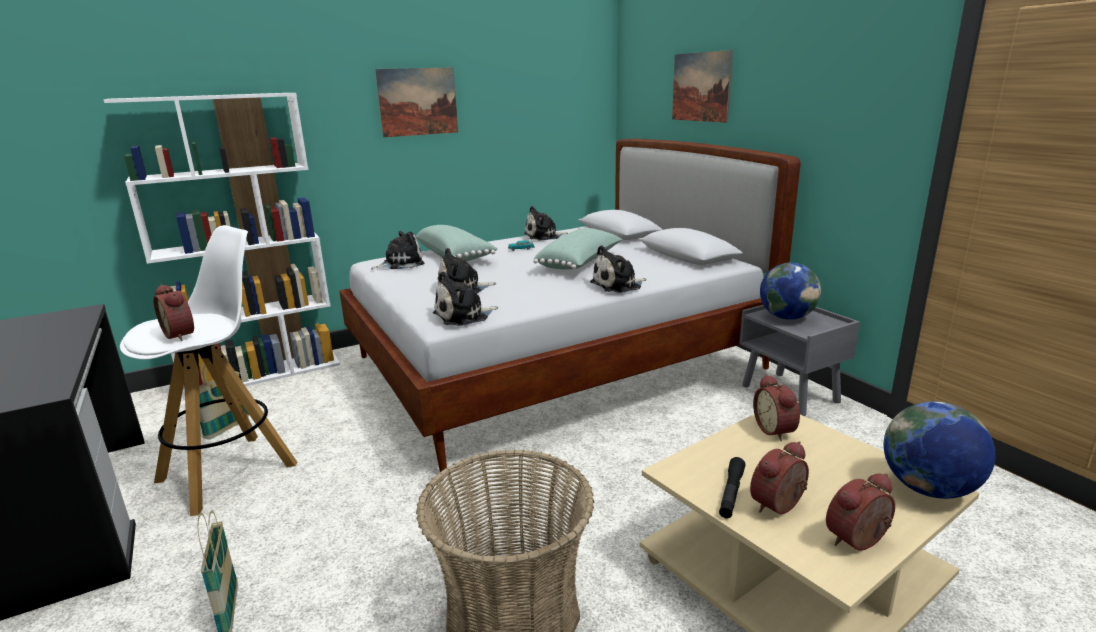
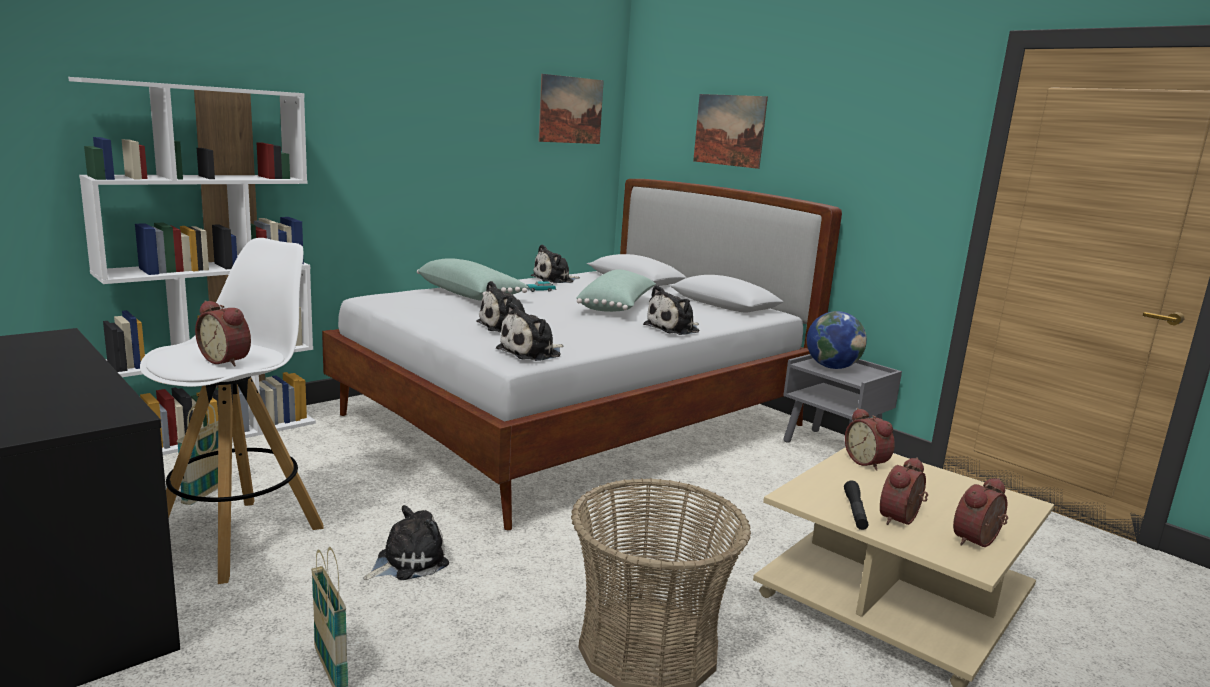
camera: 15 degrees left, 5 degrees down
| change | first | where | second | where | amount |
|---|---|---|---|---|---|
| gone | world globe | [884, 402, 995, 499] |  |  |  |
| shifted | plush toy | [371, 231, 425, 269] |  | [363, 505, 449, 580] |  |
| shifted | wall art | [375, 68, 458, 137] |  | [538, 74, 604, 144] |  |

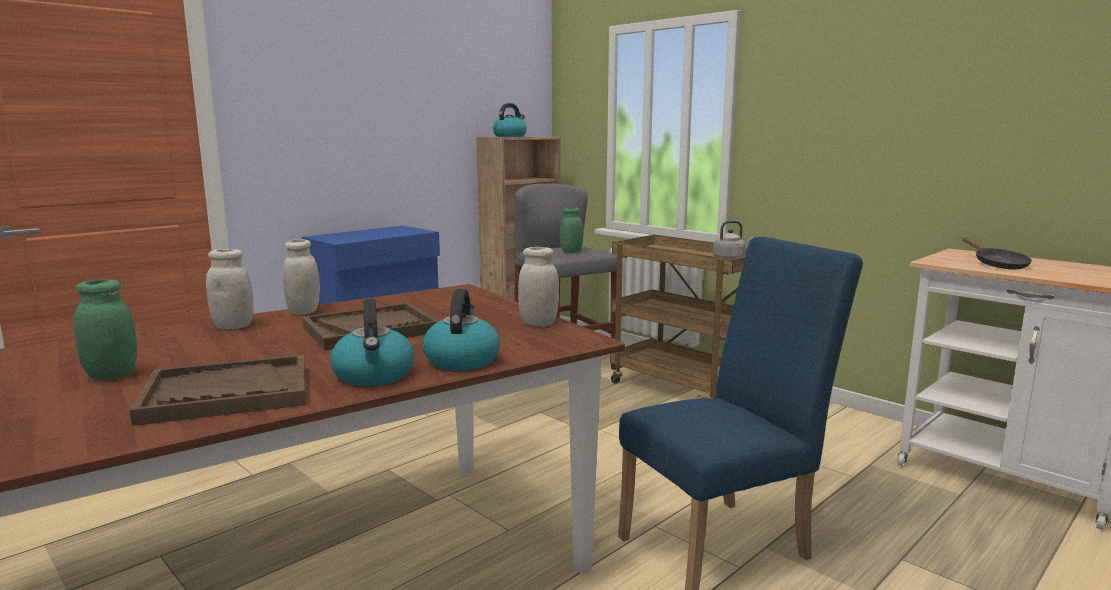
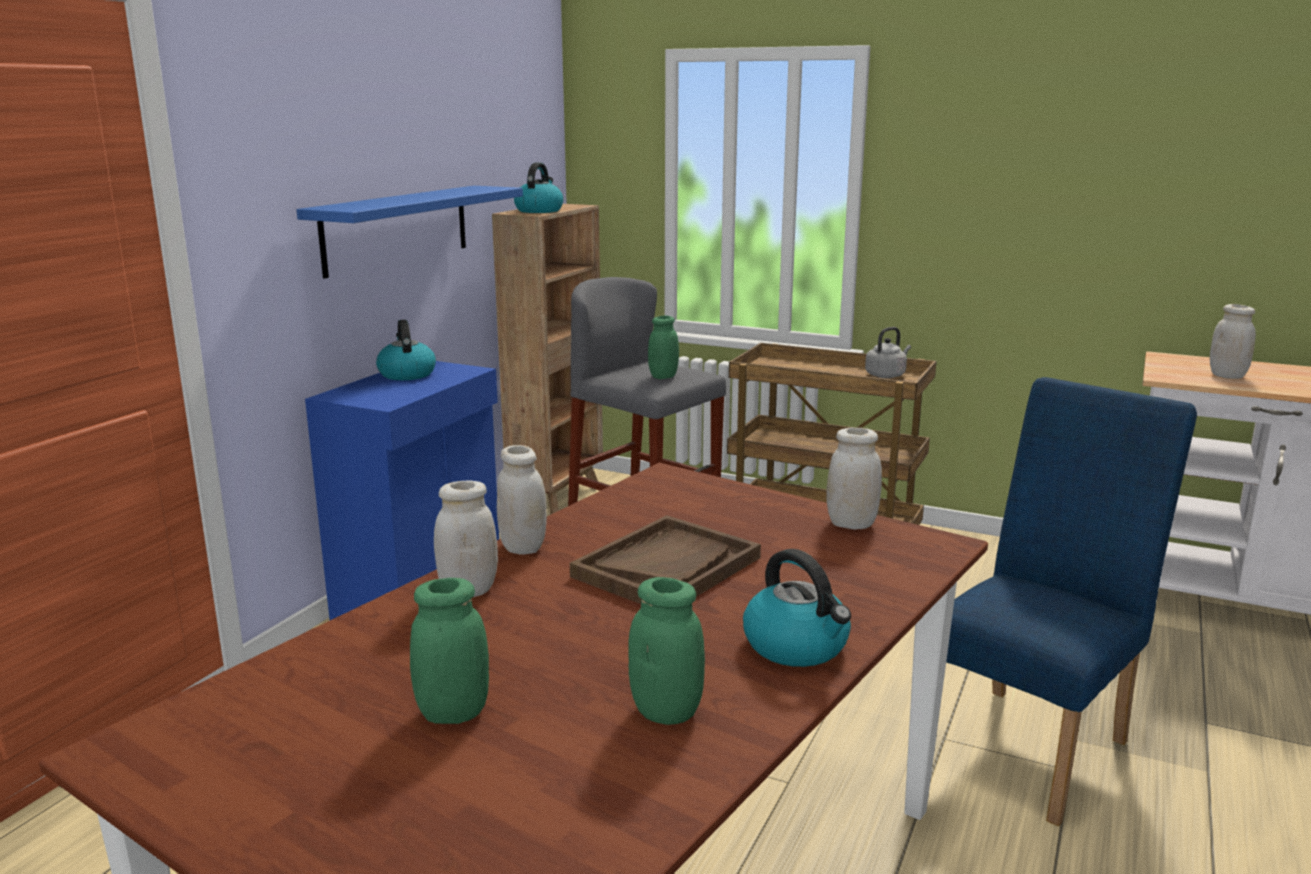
camera: 20 degrees left, 5 degrees up
| change | first | where | second | where | amount |
|---|---|---|---|---|---|
| new |  |  | shelf in bluish | [297, 186, 523, 279] |  |
| shifted | water kettle | [422, 289, 500, 371] |  | [376, 320, 436, 380] |  |
| swapped | tray in brown | [130, 355, 306, 426] | storage jar in green-coloured | [629, 577, 705, 725] |  |
| swapped | frying pan in blackish | [963, 237, 1032, 269] | storage jar in white-coloured | [1210, 304, 1256, 379] |  |

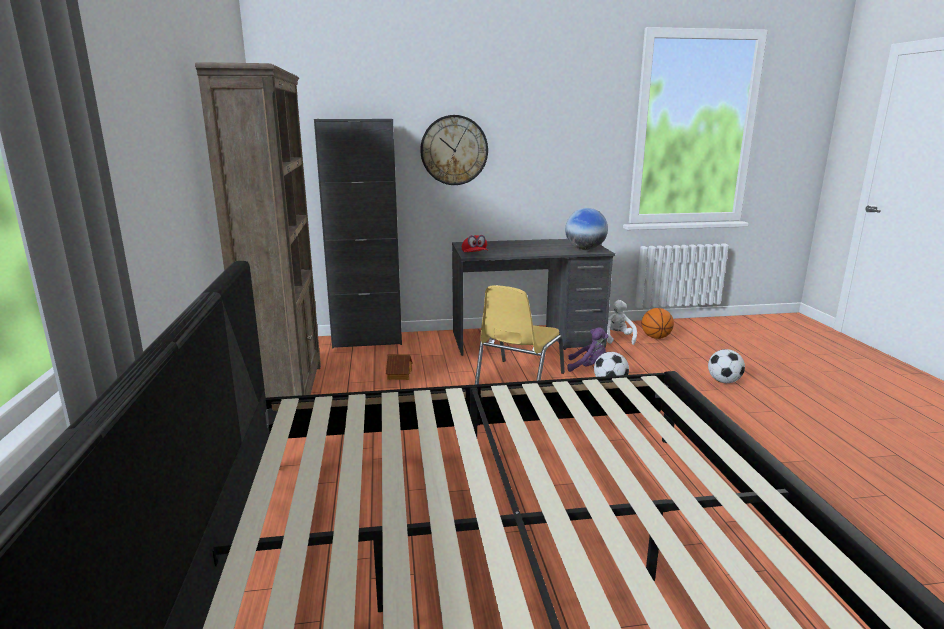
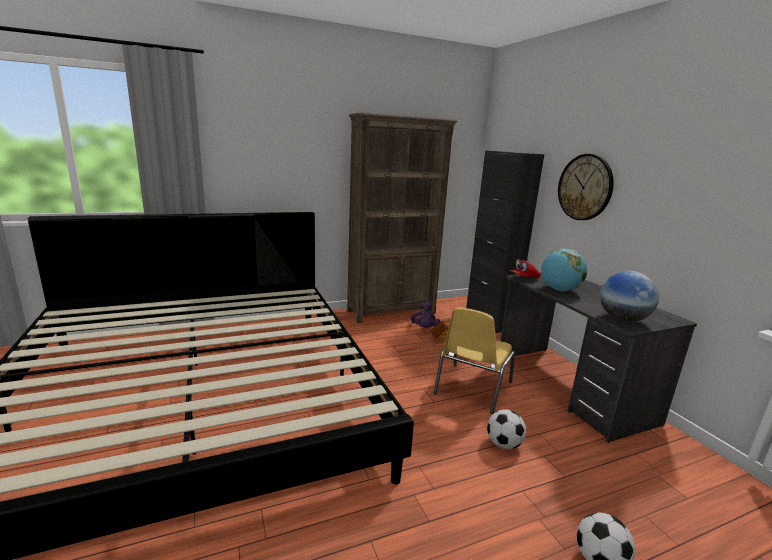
camera: 75 degrees right, 0 degrees up
| change | first | where | second | where | amount |
|---|---|---|---|---|---|
| gone | plush toy in white-coloured | [607, 300, 637, 345] |  |  |  |
| gone | basketball | [642, 308, 674, 339] |  |  |  |
| new |  |  | world globe | [541, 248, 587, 291] |  |
| shifted | plush toy in purple | [567, 327, 609, 372] |  | [411, 301, 440, 328] |  |
| rotated | plain chair in yellow | [475, 285, 565, 384] |  | [434, 307, 515, 414] | 75 degrees counterclockwise |

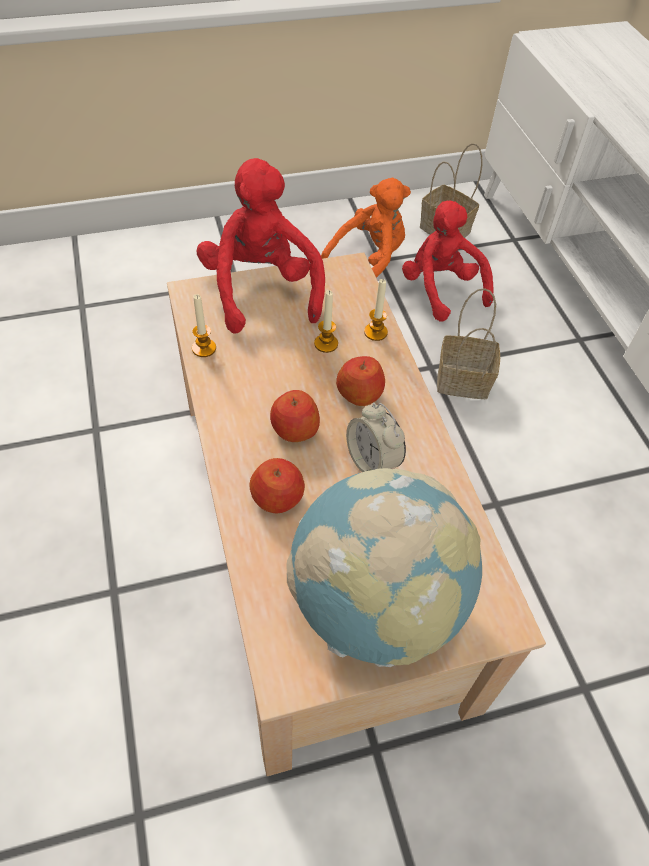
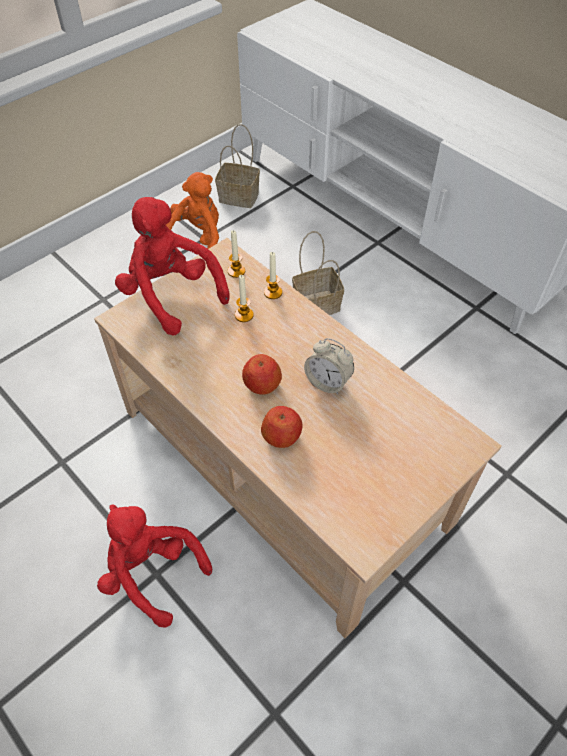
camera: 25 degrees left, 0 degrees up
| change | first | where | second | where | amount |
|---|---|---|---|---|---|
| gone | world globe | [286, 468, 482, 667] |  |  |  |
| gone | apple | [336, 356, 385, 406] |  |  |  |
| shifted | candle | [192, 294, 216, 357] |  | [228, 230, 245, 278] |  |
| shifted | plush toy in reddish | [402, 200, 493, 322] |  | [97, 505, 212, 627] |  |

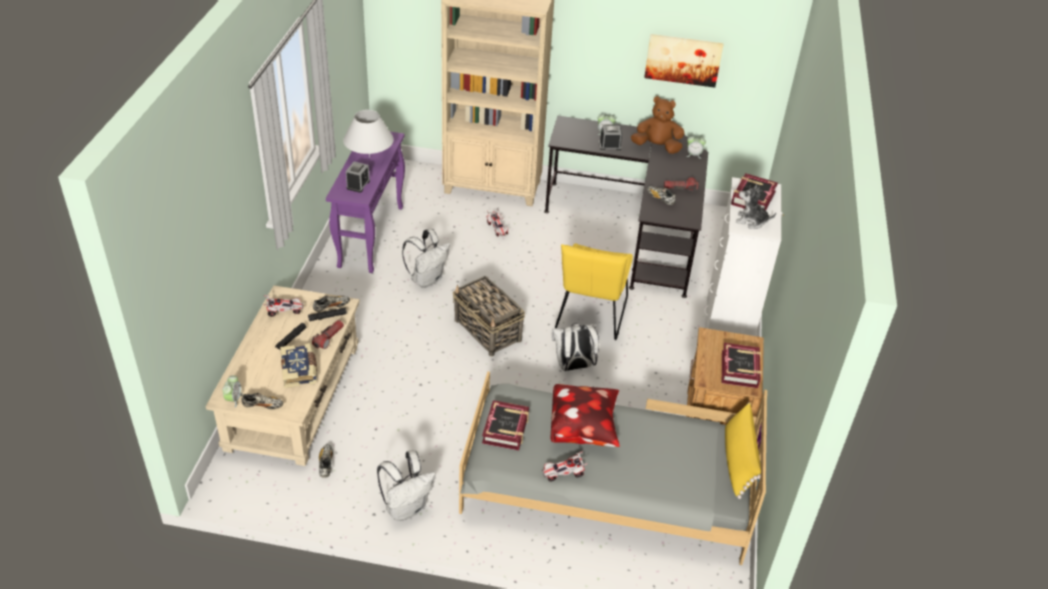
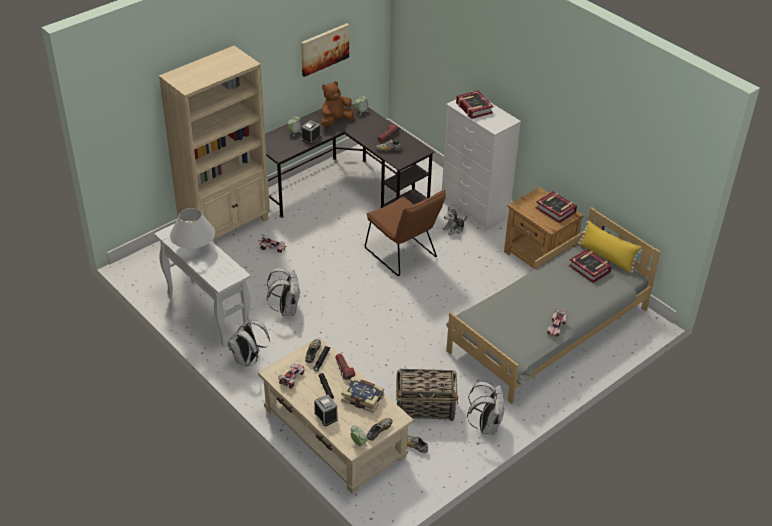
camera: 50 degrees left, 0 degrees up
| change | first | where | second | where | amount |
|---|---|---|---|---|---|
| gone | cushion | [551, 384, 620, 447] |  |  |  |
| shifted | alarm clock | [346, 162, 370, 193] |  | [314, 395, 338, 426] |  |
| shifted | storage basket | [453, 276, 525, 356] |  | [396, 369, 458, 421] |  |
| shifted | bound book | [482, 400, 529, 450] |  | [569, 249, 612, 283] |  |
| shifted | knapsack in white-coloured | [552, 323, 599, 371] |  | [227, 318, 270, 366] |  |
| shifted | plush toy | [736, 184, 776, 229] |  | [443, 207, 467, 236] |  |
| repainted | console table in purple | [326, 132, 405, 273] | console table in white-coloured | [154, 221, 251, 347] |  |
| repainted | plain chair in yellow | [555, 243, 633, 340] | plain chair in brown | [365, 190, 446, 276] |  |

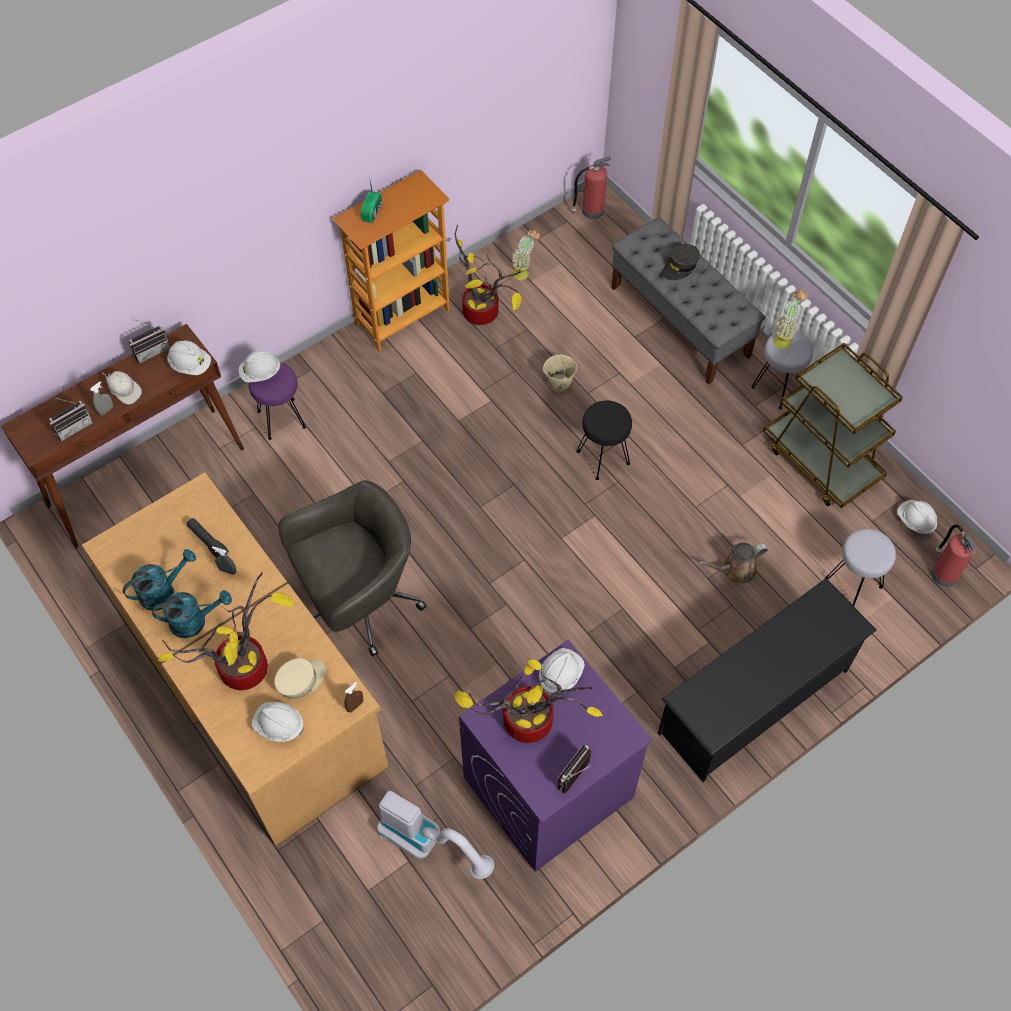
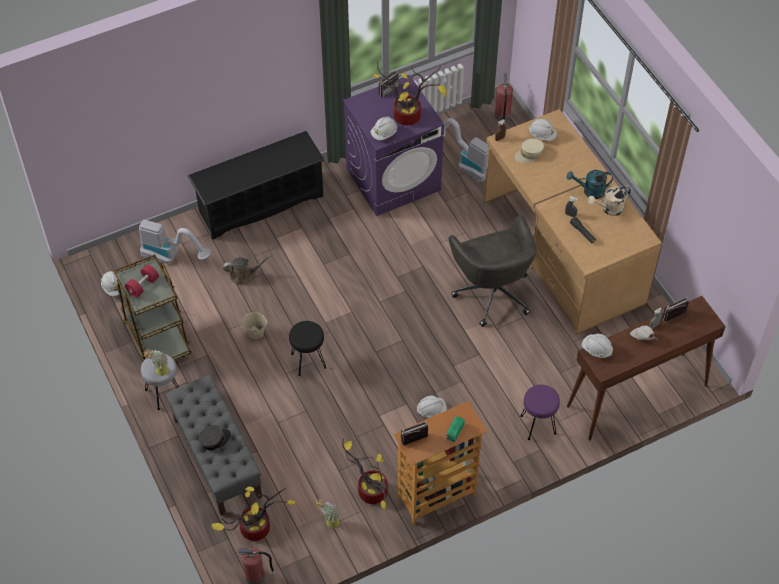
camera: 170 degrees left, 5 degrees down
| change | first | where | second | where | amount |
|---|---|---|---|---|---|
| new |  |  | hand weight in reddish | [125, 264, 159, 298] |  |
| shifted | radio set | [129, 319, 170, 364] |  | [400, 421, 428, 446] |  |
| shifted | potted plant | [157, 572, 294, 690] |  | [212, 487, 297, 541] |  |
| shifted | work helmet in white-coloured | [239, 351, 281, 383] |  | [417, 396, 447, 418] |  |
| shifted | pail in sand-coloured | [543, 352, 577, 392] |  | [242, 311, 267, 339] |  |
| shifted | fire-fighting cylinder | [931, 525, 978, 587] |  | [495, 73, 513, 125] |  |
| swapped | stool in grey | [826, 529, 896, 606] | hoover | [139, 219, 211, 264] |  |
| repainted | sprinkling can in blue-green | [123, 549, 196, 611] | sprinkling can in sand-coloured | [588, 186, 631, 216] |  |
| rotated | office chair in grey | [278, 480, 426, 656] |  | [449, 215, 537, 327] | 90 degrees counterclockwise |

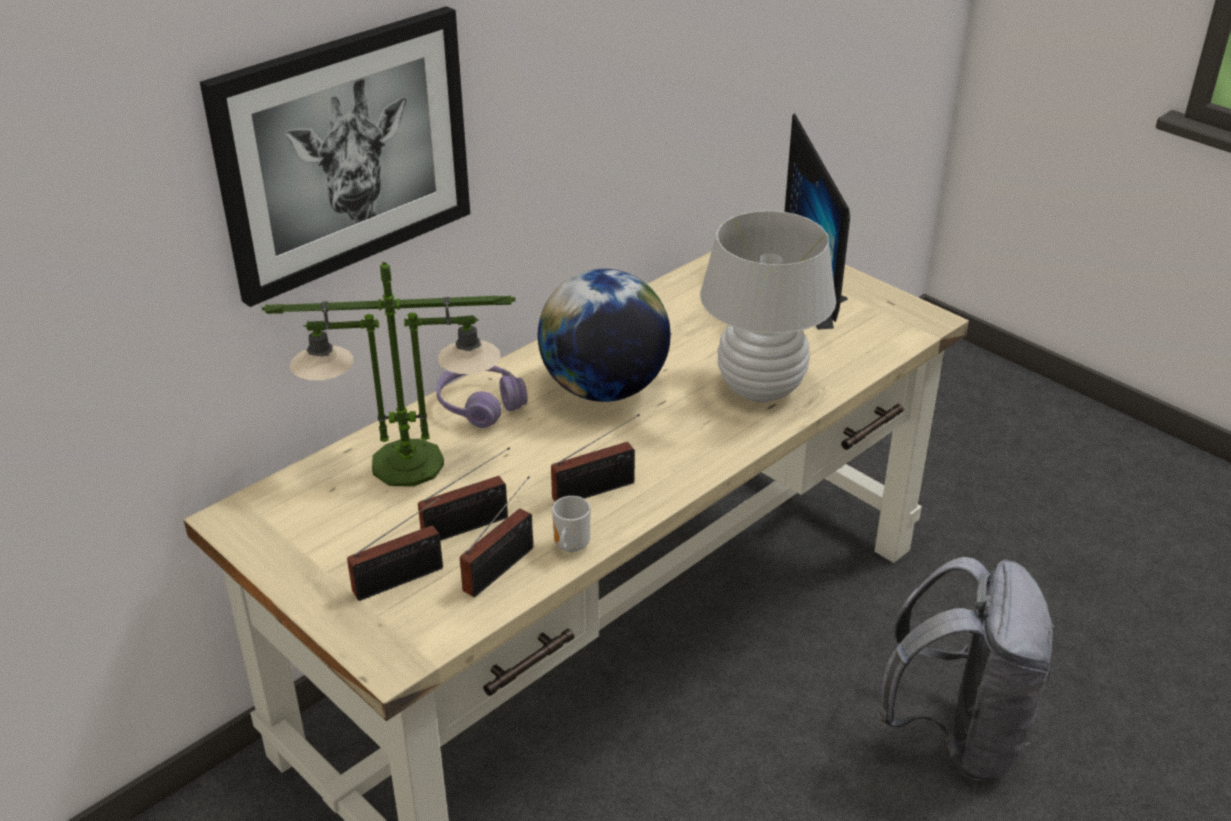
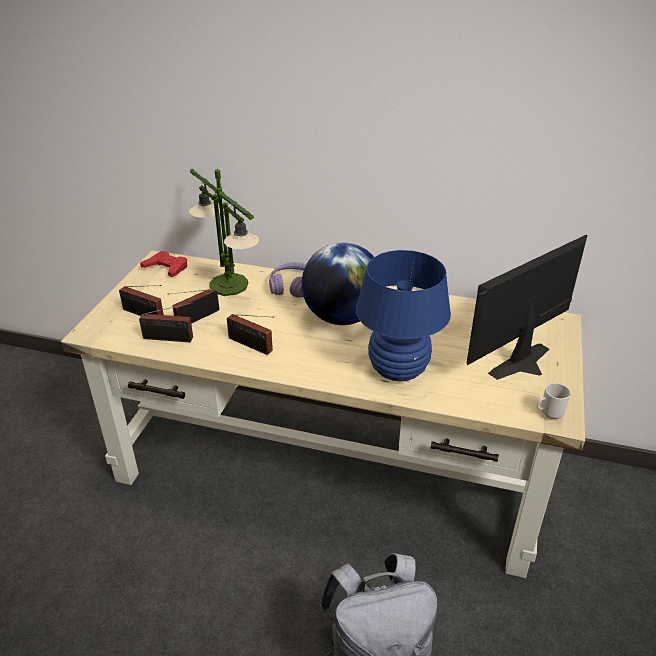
camera: 60 degrees right, 0 degrees up
| change | first | where | second | where | amount |
|---|---|---|---|---|---|
| gone | wall art | [200, 6, 470, 307] |  |  |  |
| new |  |  | game controller in reddish | [140, 251, 187, 277] |  |
| shifted | tea mug | [552, 496, 590, 552] |  | [537, 383, 571, 419] |  |
| repainted | table lamp in white-coloured | [700, 211, 836, 402] | table lamp in bluish | [356, 250, 451, 381] |  |
| rotated | radio set | [418, 448, 510, 541] |  | [171, 288, 219, 324] | 105 degrees clockwise |

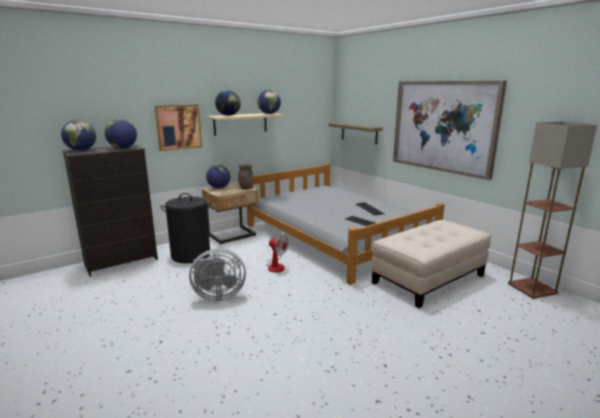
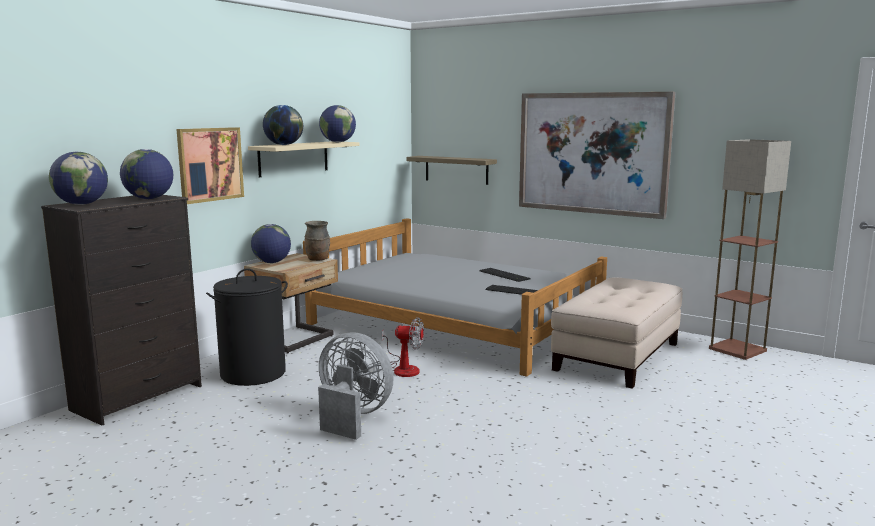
camera: 20 degrees left, 5 degrees down
| change | first | where | second | where | amount |
|---|---|---|---|---|---|
| rotated | electric fan in grey | [189, 249, 246, 301] |  | [318, 332, 394, 440] | 120 degrees counterclockwise |

